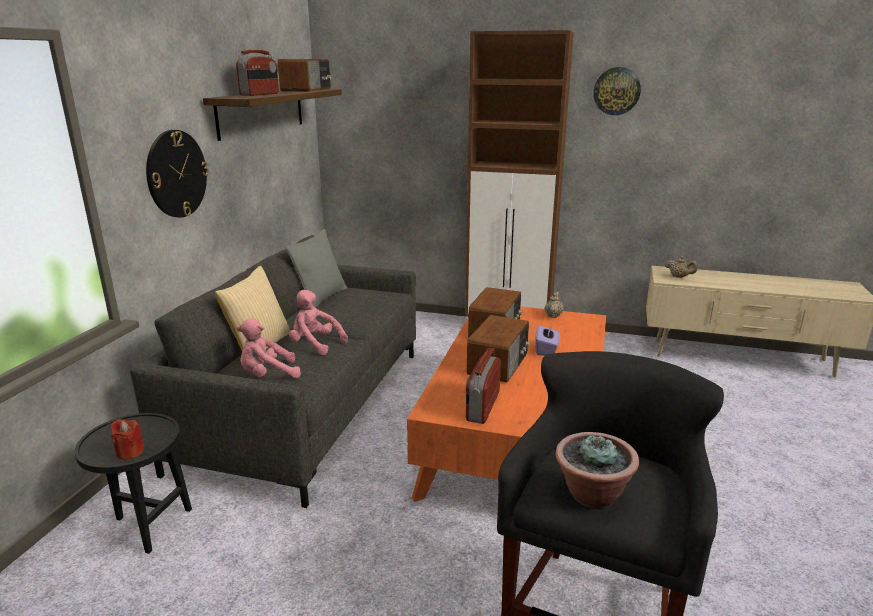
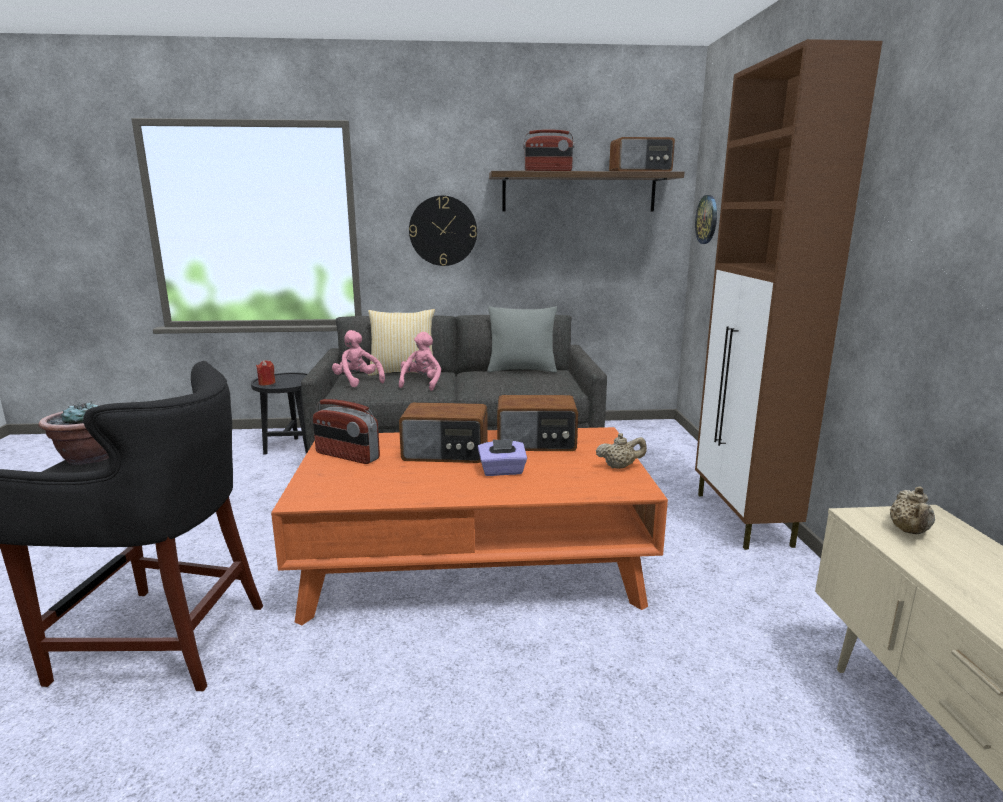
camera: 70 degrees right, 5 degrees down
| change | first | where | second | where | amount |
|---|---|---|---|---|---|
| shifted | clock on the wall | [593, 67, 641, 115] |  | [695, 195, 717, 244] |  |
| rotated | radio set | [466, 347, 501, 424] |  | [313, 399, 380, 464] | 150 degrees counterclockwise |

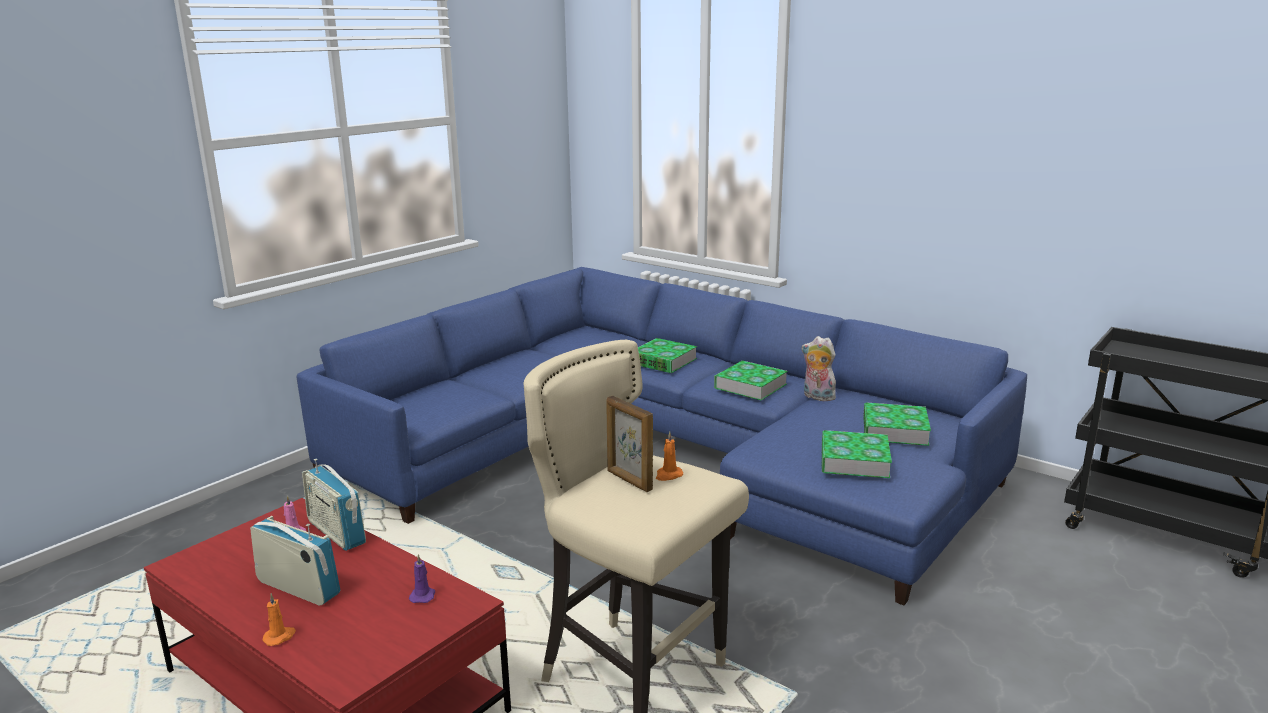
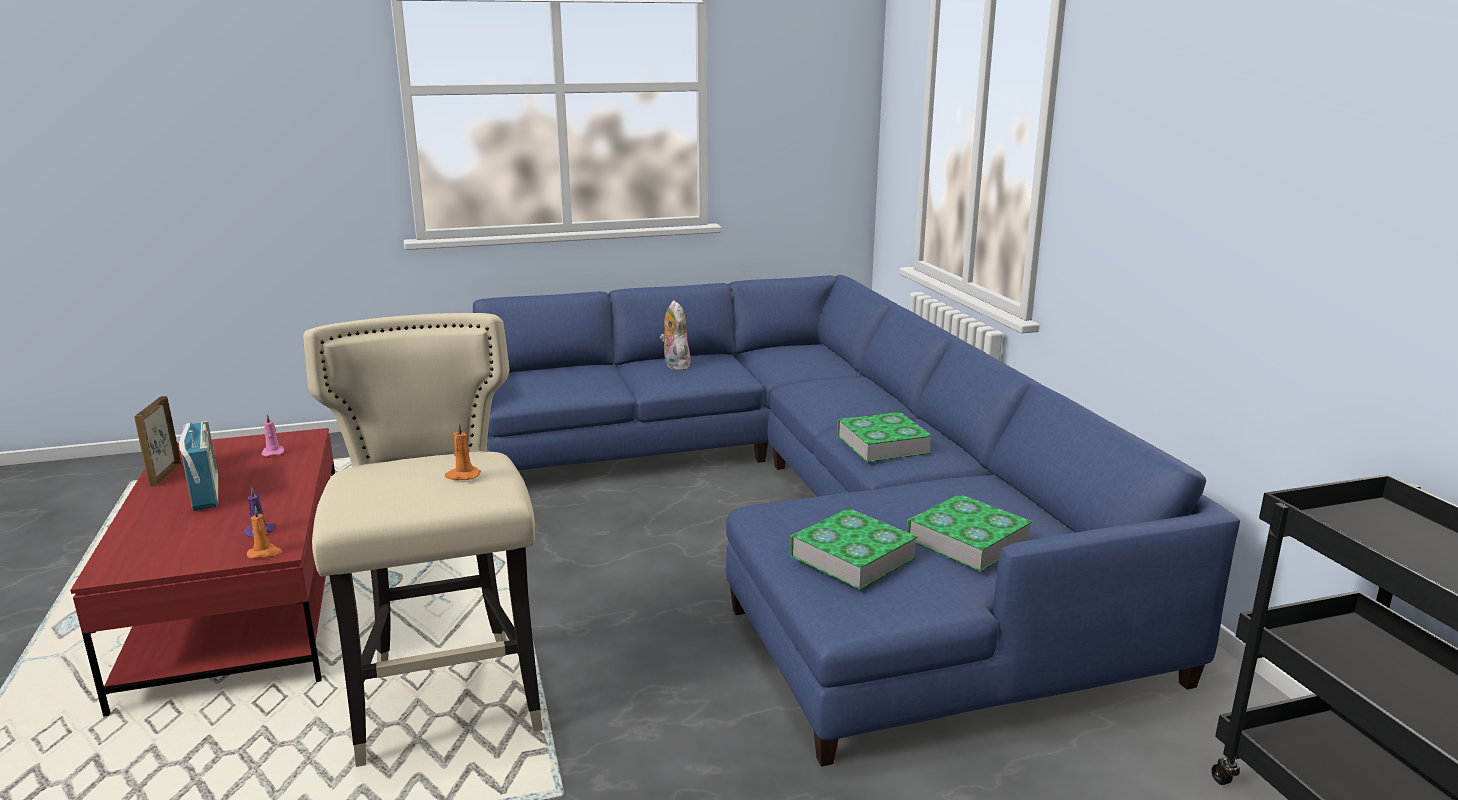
camera: 35 degrees right, 0 degrees up
| change | first | where | second | where | amount |
|---|---|---|---|---|---|
| gone | radio set | [302, 459, 366, 551] |  |  |  |
| gone | bound book | [638, 338, 697, 373] |  |  |  |
| shifted | candle in orange-coloured | [262, 593, 296, 646] |  | [247, 506, 282, 559] |  |
| shifted | standing frame | [606, 396, 653, 492] |  | [134, 396, 181, 486] |  |
| shifted | plush toy | [802, 336, 836, 401] |  | [660, 300, 691, 371] |  |

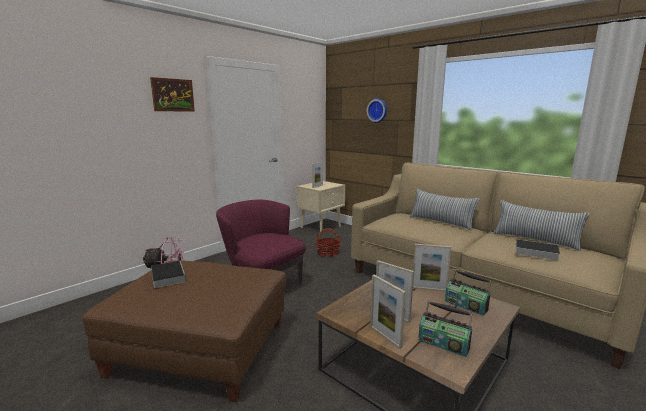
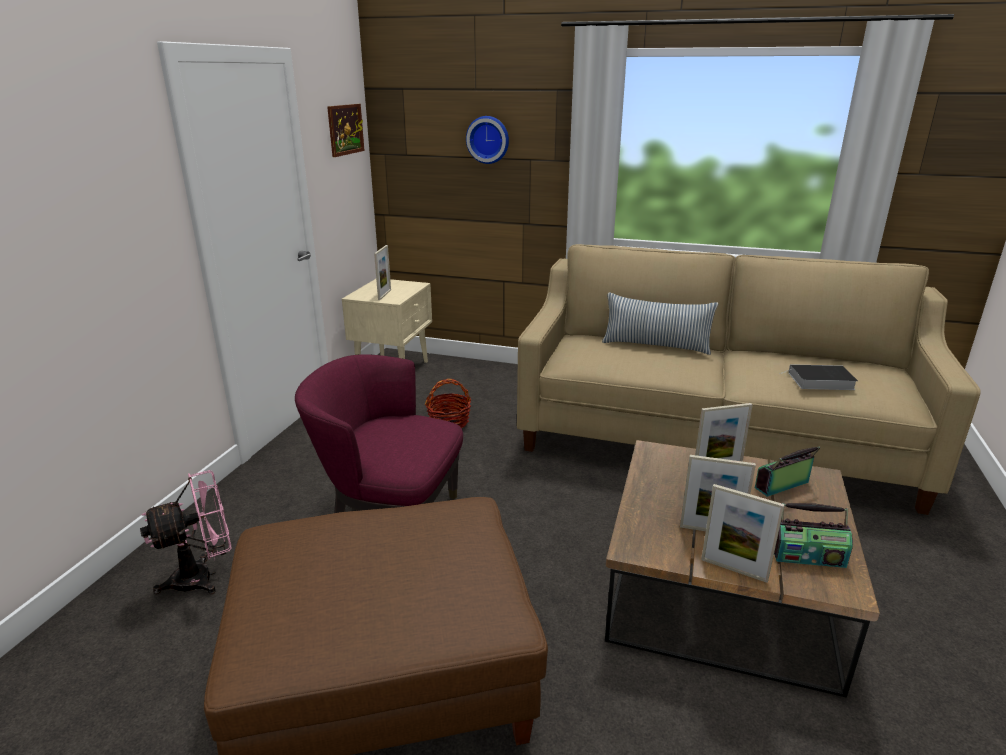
camera: 25 degrees left, 10 degrees up
| change | first | where | second | where | amount |
|---|---|---|---|---|---|
| gone | bound book | [151, 261, 186, 288] |  |  |  |
| gone | cushion | [493, 200, 590, 251] |  |  |  |
| shifted | wall art | [150, 77, 195, 111] |  | [327, 104, 365, 157] |  |
| rotated | radio set | [445, 270, 492, 316] |  | [755, 446, 820, 497] | 135 degrees clockwise |

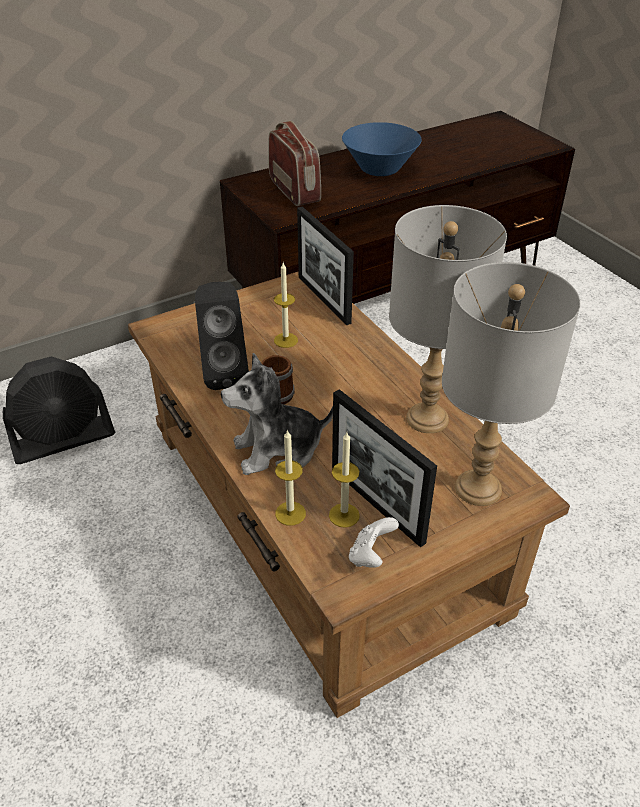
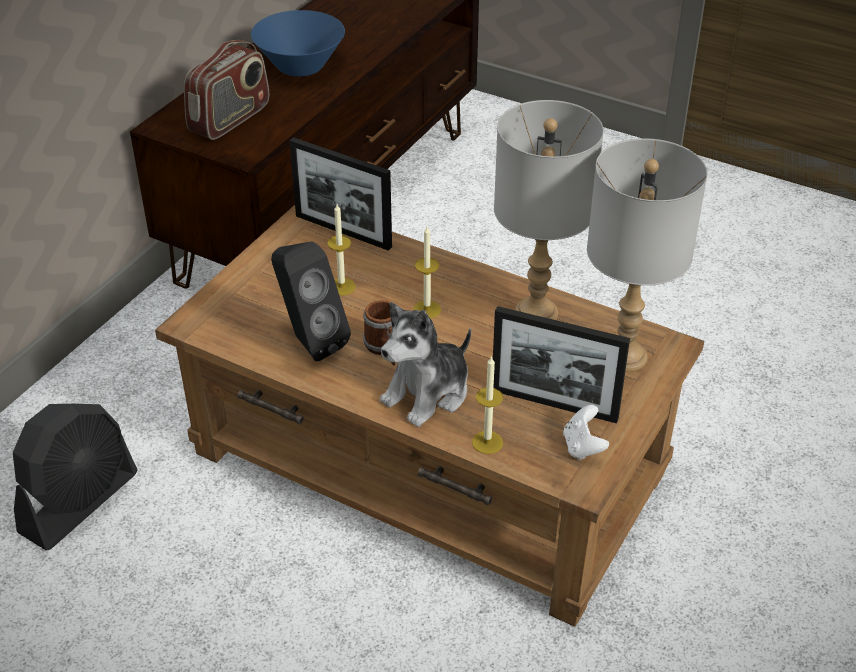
camera: 30 degrees left, 0 degrees up
| change | first | where | second | where | amount |
|---|---|---|---|---|---|
| shifted | candle | [329, 432, 360, 528] |  | [413, 226, 441, 319] |  |
| rotated | radio set | [269, 121, 321, 206] |  | [184, 40, 269, 140] | 90 degrees clockwise |

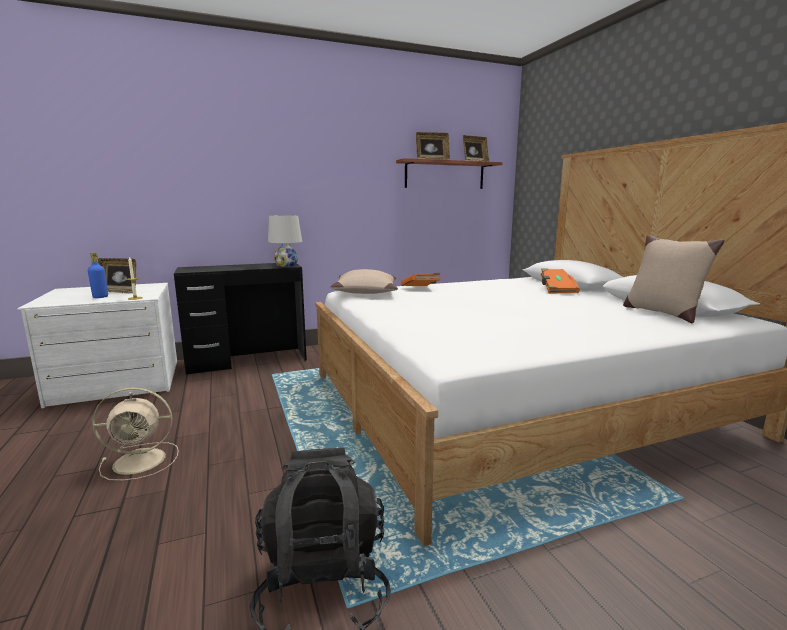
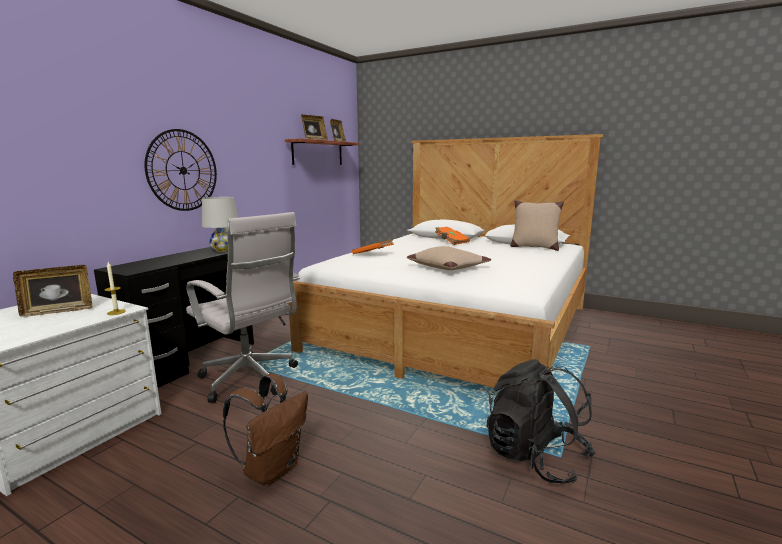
camera: 40 degrees left, 0 degrees up
| change | first | where | second | where | amount |
|---|---|---|---|---|---|
| gone | beverage bottle in bluish | [88, 252, 108, 298] |  |  |  |
| new |  |  | clock on the wall | [145, 129, 217, 211] |  |
| new |  |  | office chair in white-coloured | [186, 212, 300, 403] |  |
| shifted | cushion in sand-coloured | [331, 269, 398, 294] |  | [407, 246, 491, 270] |  |
| swapped | electric fan in sand-coloured | [92, 387, 179, 481] | knapsack in brown | [223, 373, 308, 485] |  |

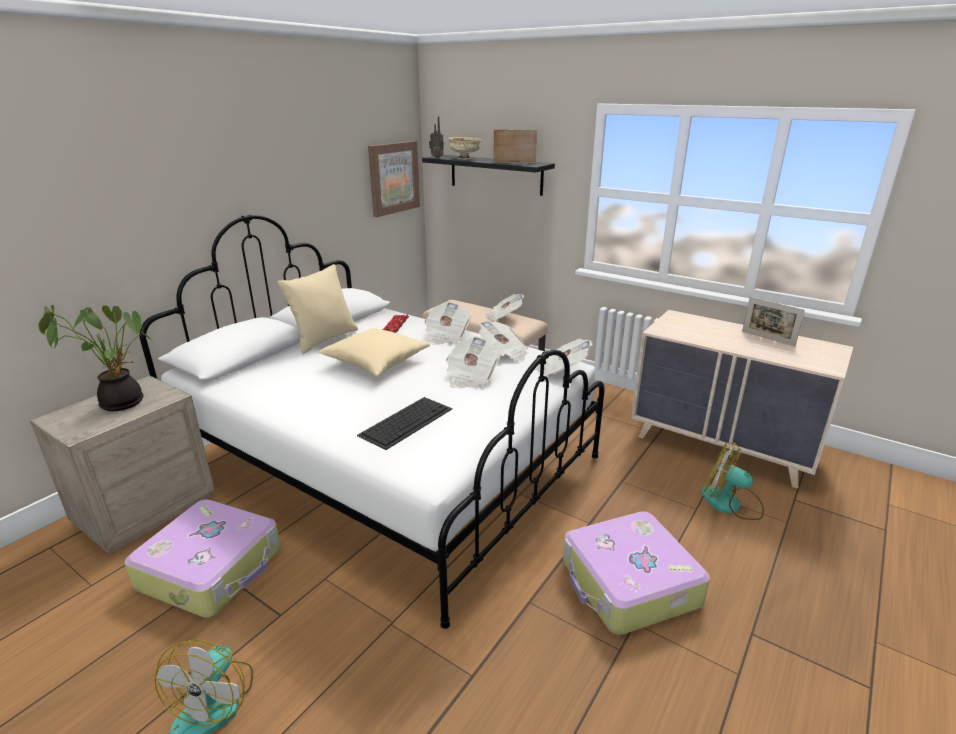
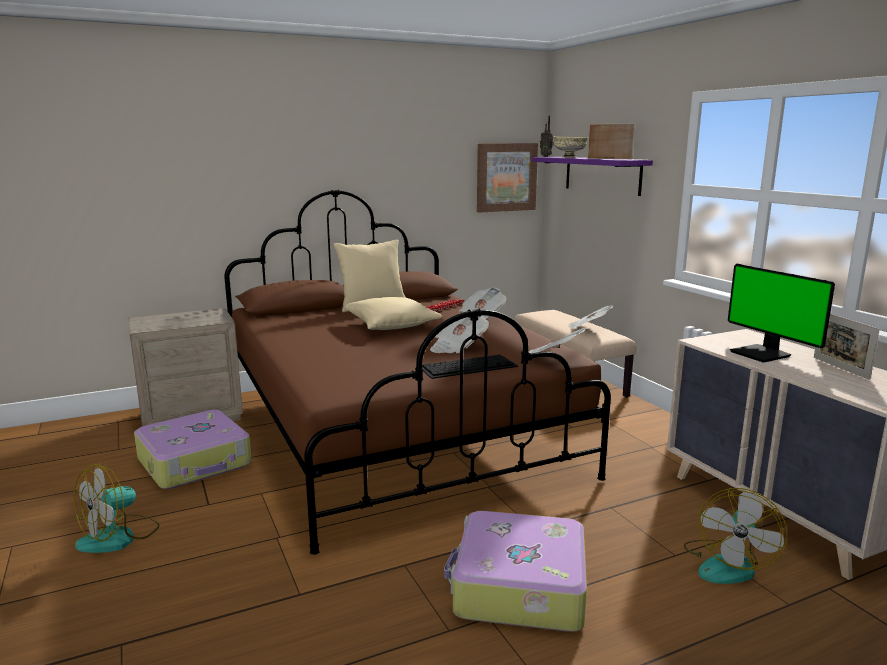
camera: 30 degrees right, 10 degrees down
| change | first | where | second | where | amount |
|---|---|---|---|---|---|
| gone | potted plant | [39, 305, 151, 411] |  |  |  |
| gone | newspaper | [479, 321, 528, 362] |  |  |  |
| new |  |  | computer screen | [728, 264, 835, 363] |  |
| shifted | keyboard | [357, 397, 452, 450] |  | [422, 355, 518, 379] |  |
| repainted | sleeping bed in white-coloured | [139, 215, 605, 629] | sleeping bed in brown | [224, 190, 611, 555] |  |
| repainted | shelf in blackish | [422, 155, 555, 196] | shelf in purple | [532, 157, 653, 196] |  |
| rotated | electric fan | [702, 442, 764, 520] |  | [684, 488, 788, 584] | 120 degrees counterclockwise |

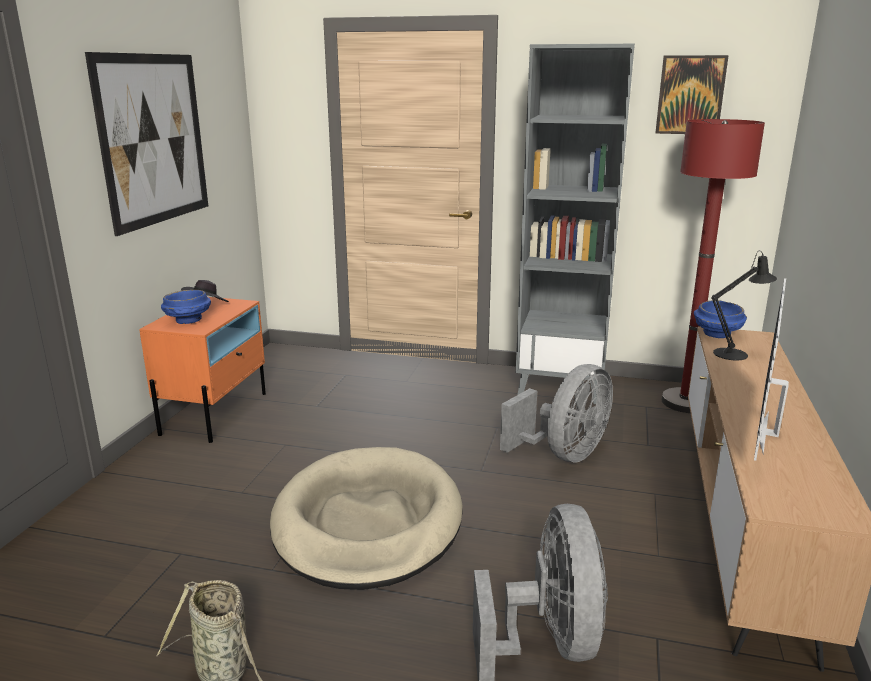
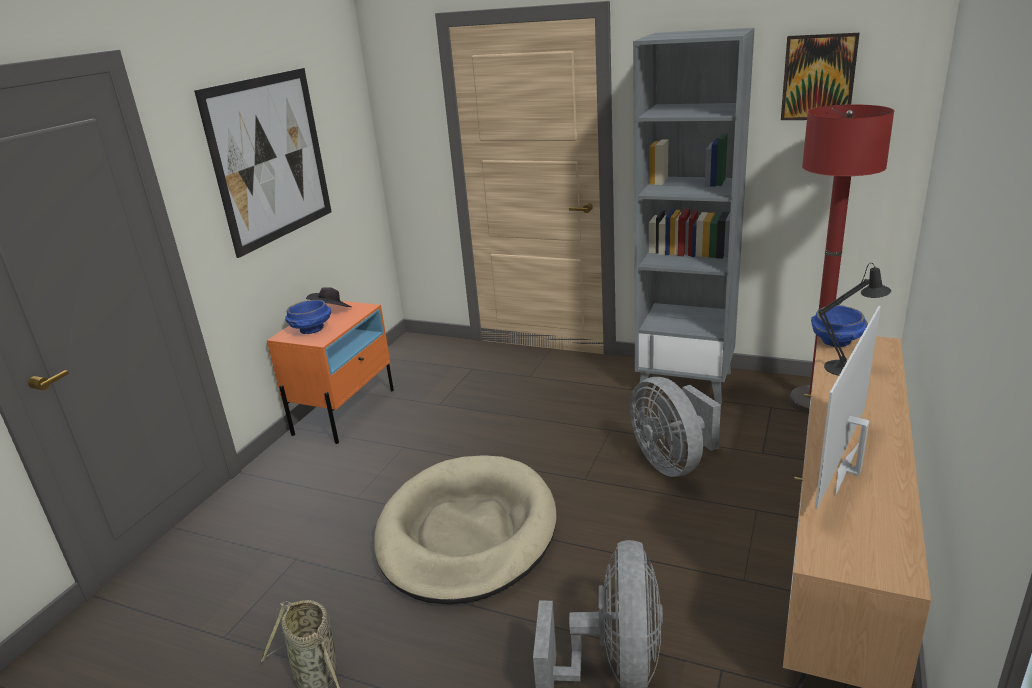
camera: 10 degrees right, 5 degrees up
| change | first | where | second | where | amount |
|---|---|---|---|---|---|
| rotated | electric fan in grey | [500, 364, 613, 463] |  | [630, 377, 721, 477] | 105 degrees clockwise |

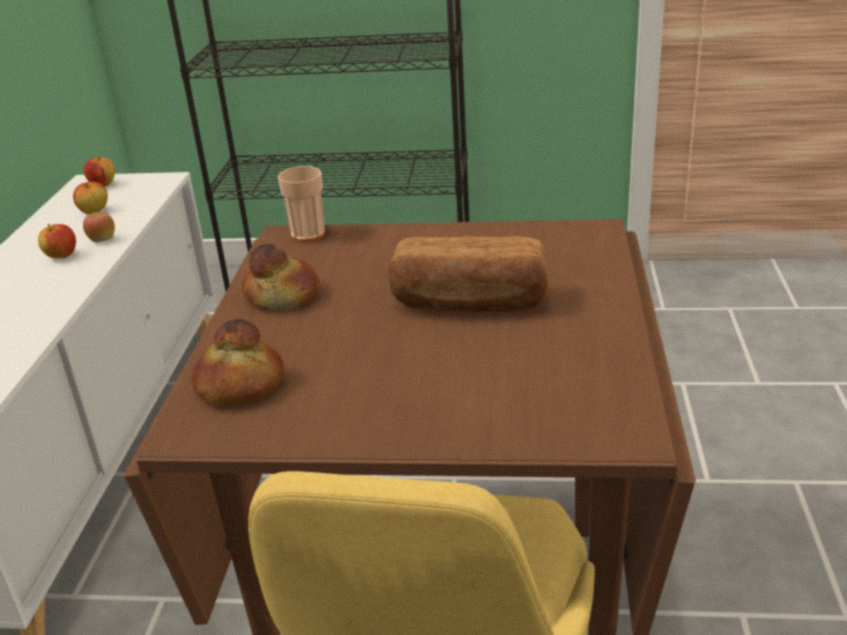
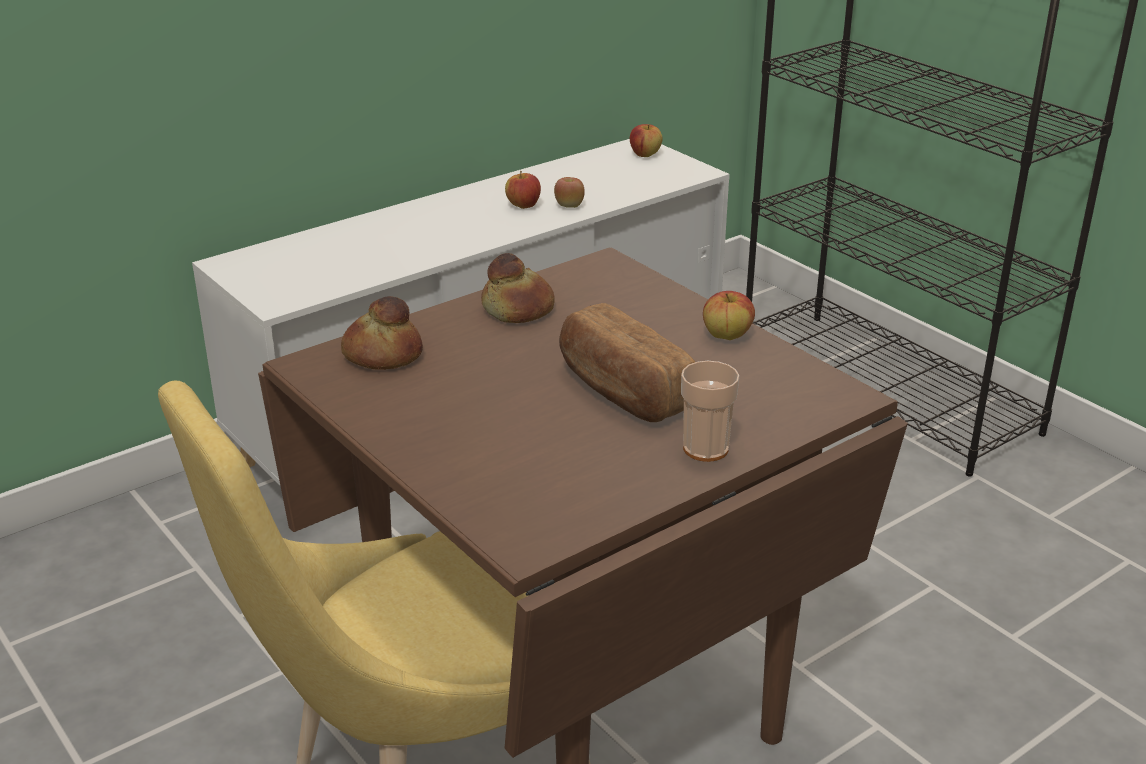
camera: 45 degrees right, 0 degrees up
| change | first | where | second | where | amount |
|---|---|---|---|---|---|
| shifted | apple | [73, 182, 108, 214] |  | [703, 291, 755, 340] |  |
| shifted | drinking cup | [278, 166, 325, 242] |  | [681, 361, 740, 462] |  |

